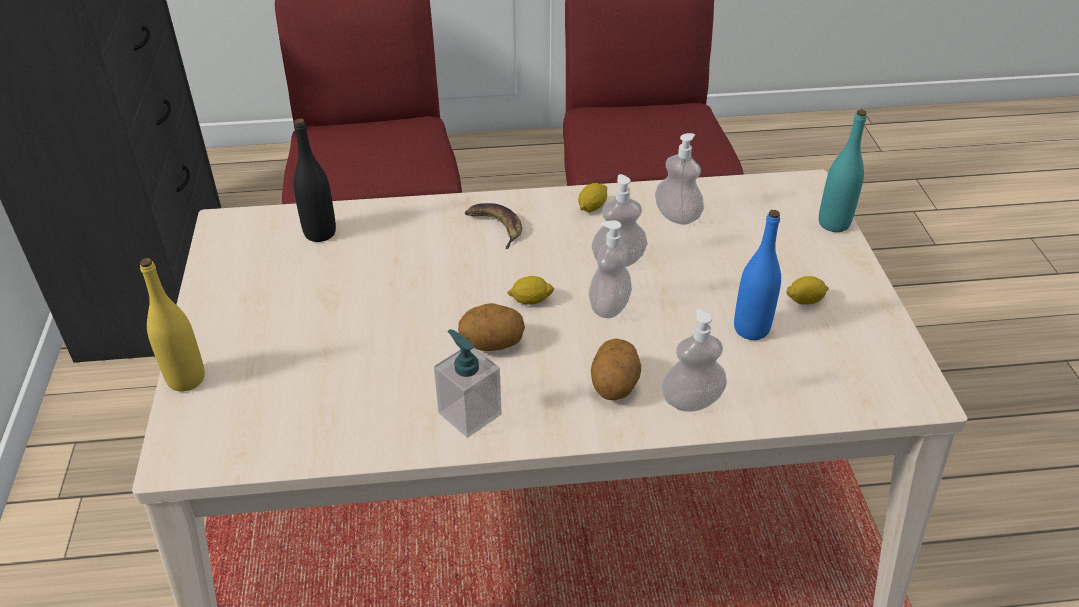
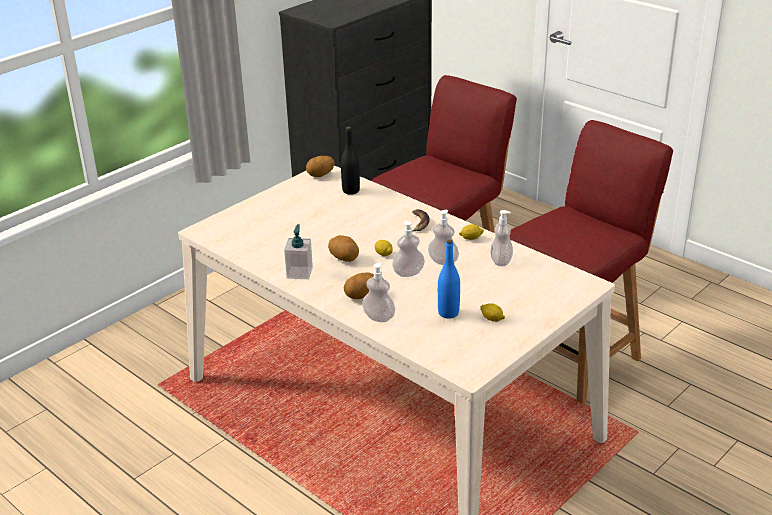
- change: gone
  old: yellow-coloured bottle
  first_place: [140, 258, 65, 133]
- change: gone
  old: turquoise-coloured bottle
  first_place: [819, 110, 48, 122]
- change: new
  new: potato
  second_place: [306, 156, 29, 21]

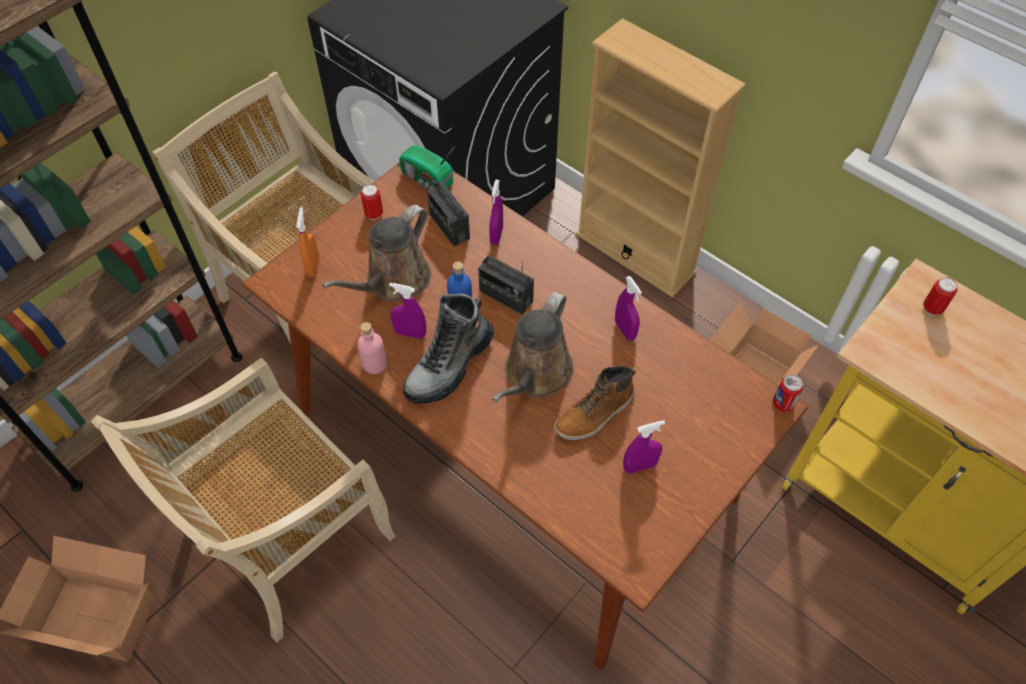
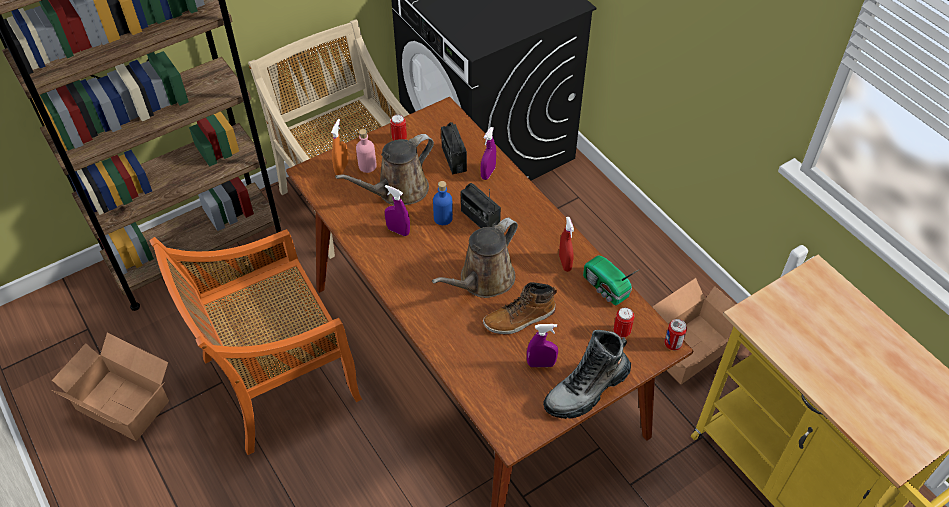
- change: repainted
  old: beige upright chair
  new: orange upright chair
  first_place: [91, 358, 305, 284]
  second_place: [150, 229, 212, 226]
- change: shifted
  old: pink-coloured bottle
  first_place: [357, 322, 30, 52]
  second_place: [356, 129, 21, 44]
- change: shifted
  old: radio set
  first_place: [399, 145, 56, 44]
  second_place: [583, 256, 55, 50]
- change: shifted
  old: high-top boot
  first_place: [403, 293, 90, 110]
  second_place: [543, 330, 88, 89]
- change: gone
  old: beige bookshelf
  first_place: [575, 18, 171, 279]
- change: repainted
  old: purplish spray bottle
  new: red spray bottle
  first_place: [615, 276, 27, 65]
  second_place: [559, 217, 15, 55]
- change: shifted
  old: can
  first_place: [923, 277, 34, 38]
  second_place: [613, 307, 22, 31]

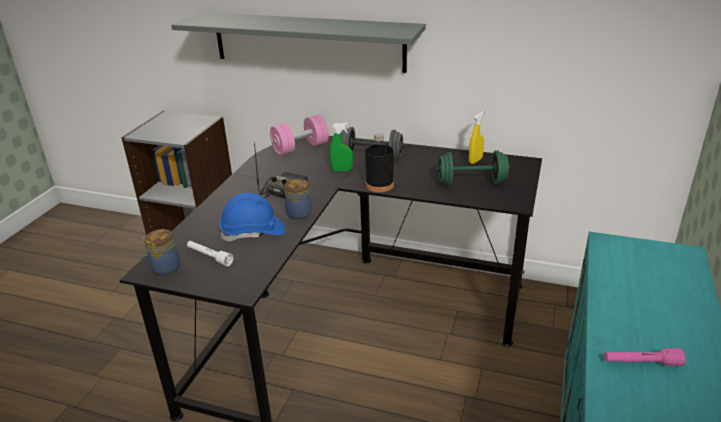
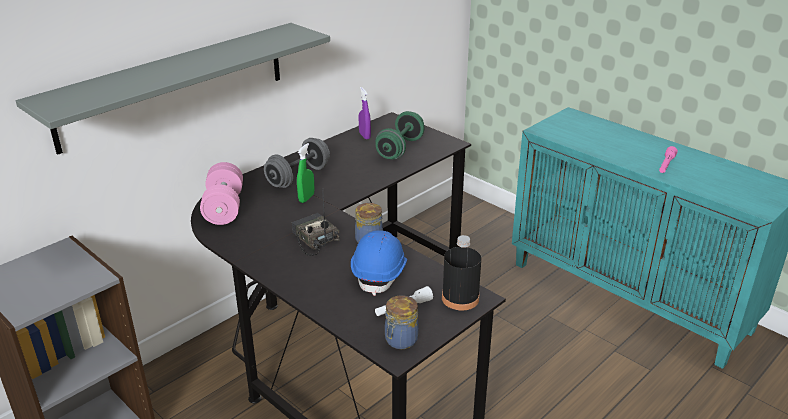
- change: shifted
  old: black bottle
  first_place: [365, 133, 29, 59]
  second_place: [442, 235, 39, 76]
- change: repainted
  old: yellow-coloured spray bottle
  new: purplish spray bottle
  first_place: [469, 111, 15, 53]
  second_place: [358, 87, 13, 52]

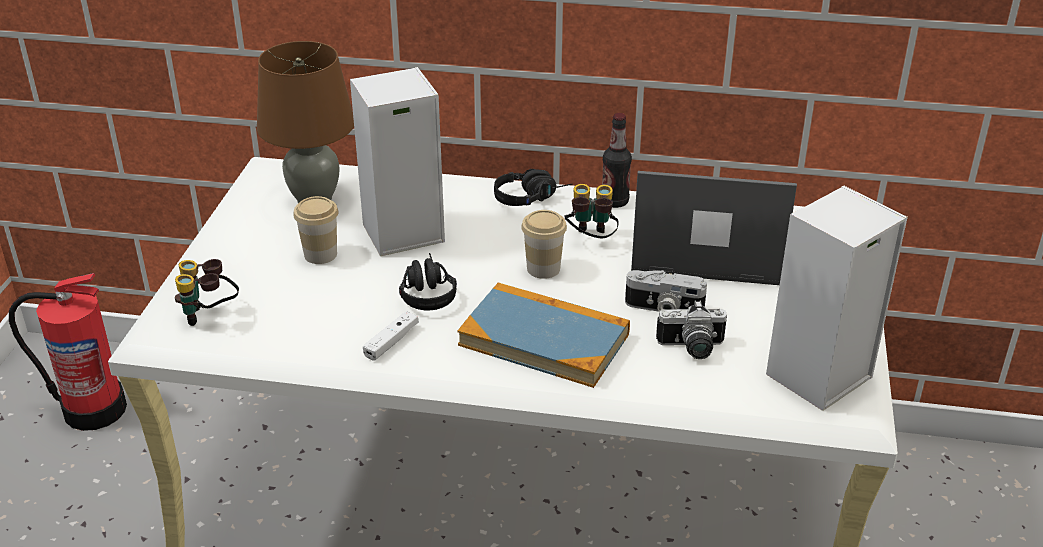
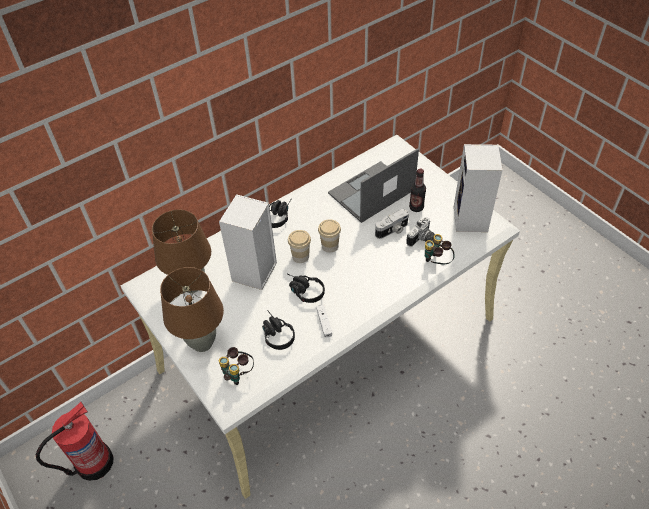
- change: shifted
  old: cup
  first_place: [293, 196, 45, 68]
  second_place: [288, 230, 23, 33]
- change: gone
  old: volume
  first_place: [457, 283, 173, 105]
- change: shifted
  old: binoculars
  first_place: [564, 184, 55, 54]
  second_place: [425, 234, 29, 31]
- change: shifted
  old: bottle
  first_place: [602, 113, 30, 95]
  second_place: [409, 169, 17, 43]
- change: new
  new: brown-coloured lamp for a table
  second_place: [160, 267, 64, 85]
- change: new
  new: black headset
  second_place: [262, 310, 33, 40]

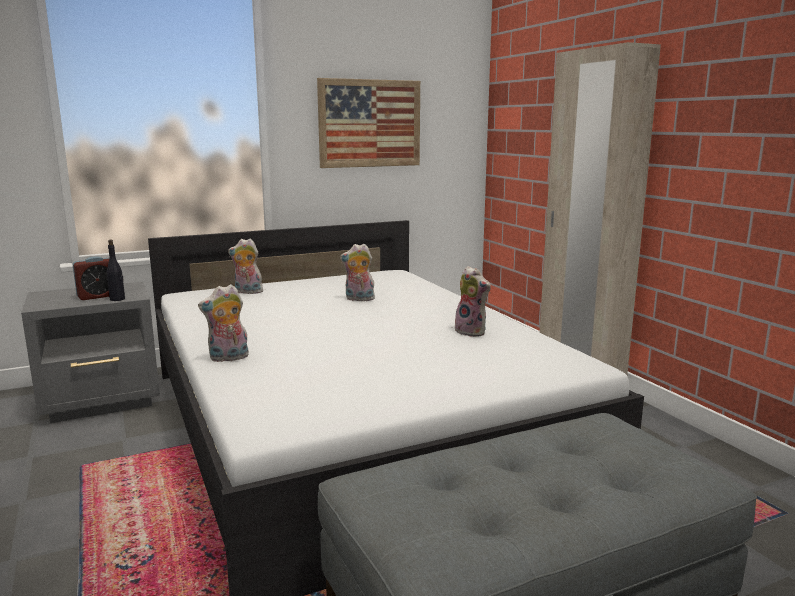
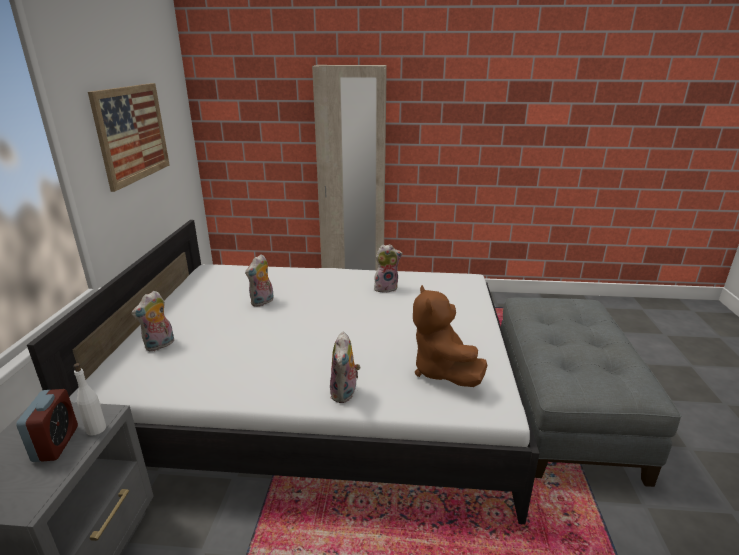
- change: repainted
  old: black bottle
  new: whitish bottle
  first_place: [107, 240, 18, 61]
  second_place: [73, 363, 33, 73]
- change: new
  new: brown-coloured soft toy
  second_place: [413, 285, 74, 102]

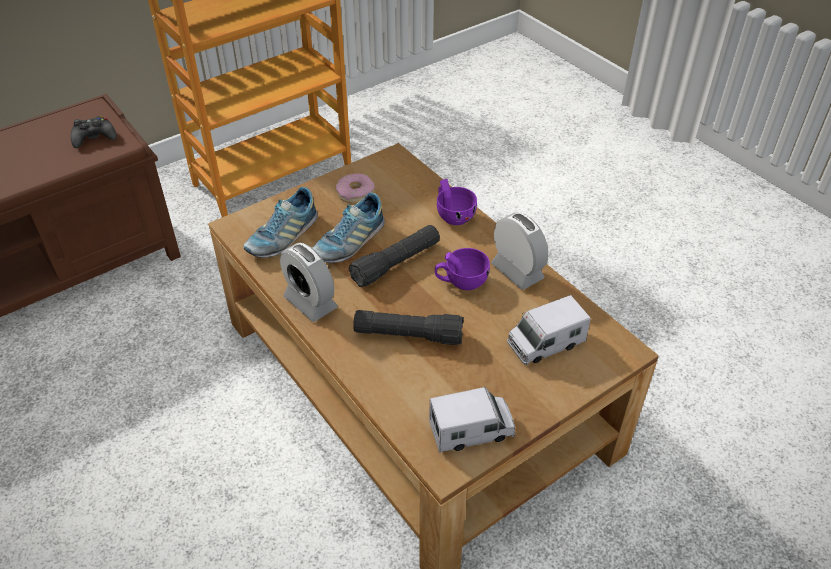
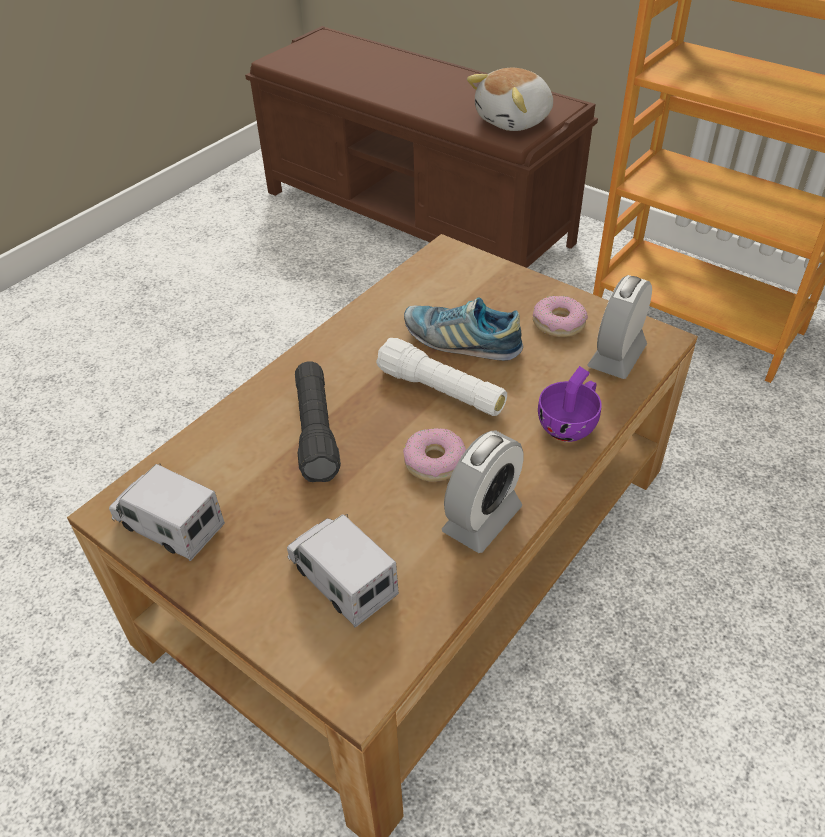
- change: swapped
  old: black gamepad
  new: soft toy
  first_place: [71, 116, 46, 32]
  second_place: [467, 68, 86, 63]
- change: gone
  old: item of footwear
  first_place: [243, 187, 75, 71]
- change: shifted
  old: bedside clock
  first_place: [280, 243, 58, 79]
  second_place: [588, 275, 64, 104]
- change: repainted
  old: black hand torch
  new: whitish hand torch
  first_place: [349, 225, 91, 62]
  second_place: [376, 338, 131, 78]
- change: rotated
  old: toy truck
  first_place: [429, 387, 87, 66]
  second_place: [109, 464, 116, 97]
  degrees: 150
- change: swapped
  old: purplish cup
  new: doughnut
  first_place: [435, 248, 55, 42]
  second_place: [403, 428, 63, 54]

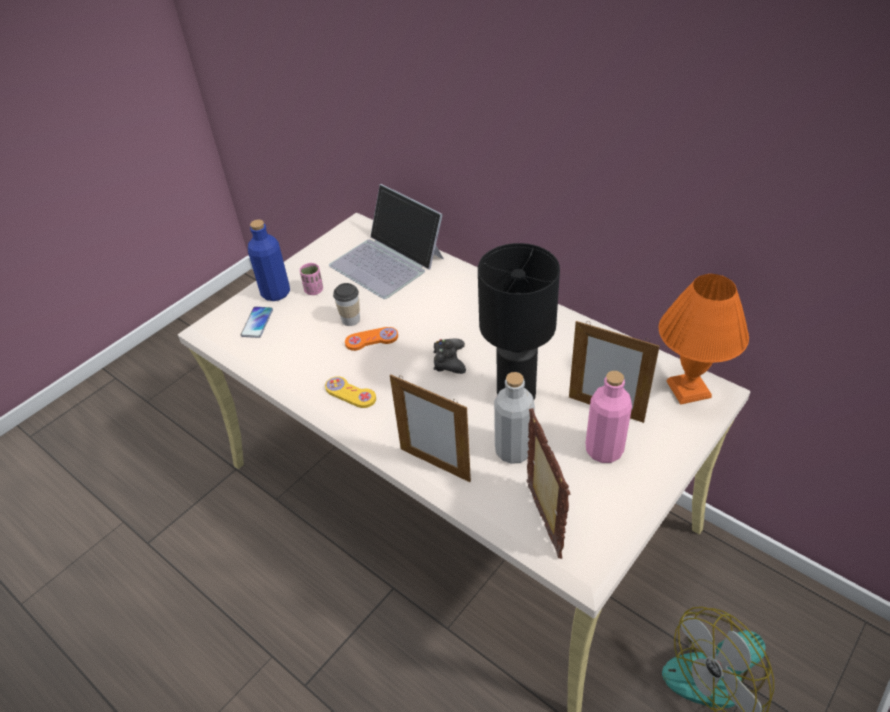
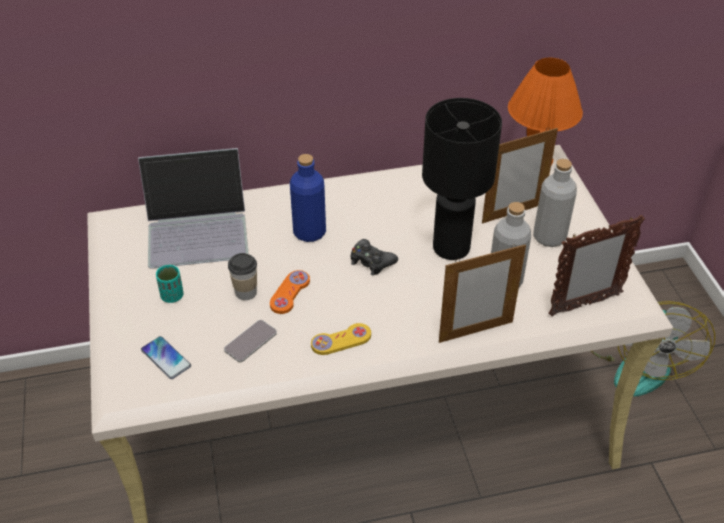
- change: shifted
  old: blue bottle
  first_place: [248, 220, 42, 81]
  second_place: [290, 154, 36, 88]
- change: repainted
  old: pink-coloured cup
  new: turquoise-coloured cup
  first_place: [300, 263, 23, 32]
  second_place: [156, 265, 27, 38]
- change: rotated
  old: picture frame
  first_place: [527, 408, 43, 151]
  second_place: [549, 215, 96, 101]
  degrees: 135
- change: repainted
  old: pink-coloured bottle
  new: grey bottle
  first_place: [585, 371, 47, 92]
  second_place: [533, 159, 44, 88]
- change: new
  new: telephone
  second_place: [224, 320, 53, 42]

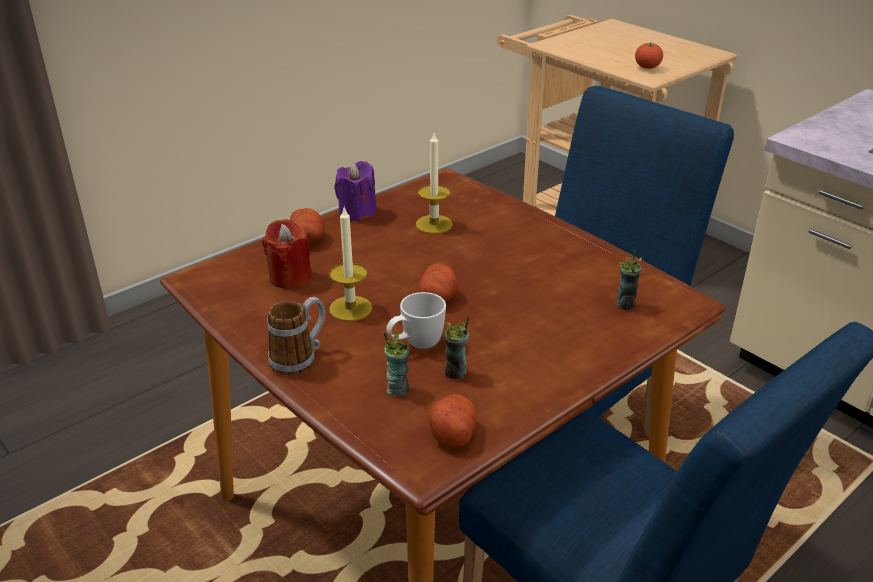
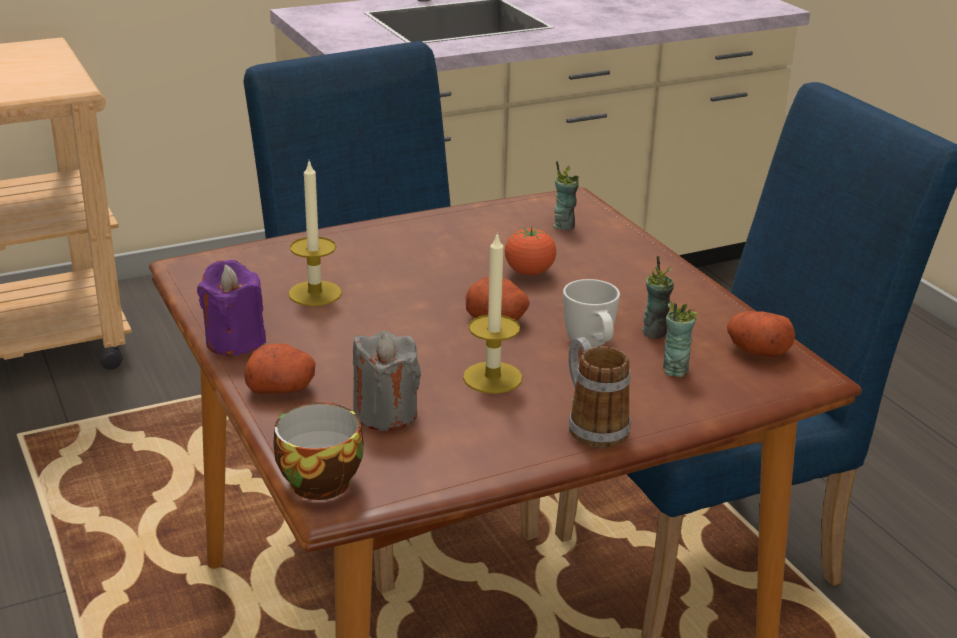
- change: repainted
  old: red candle
  new: grey candle
  first_place: [262, 219, 50, 70]
  second_place: [353, 331, 68, 100]
- change: shifted
  old: fresh tomato
  first_place: [635, 42, 28, 27]
  second_place: [505, 227, 51, 48]
- change: new
  new: cup
  second_place: [273, 402, 90, 98]

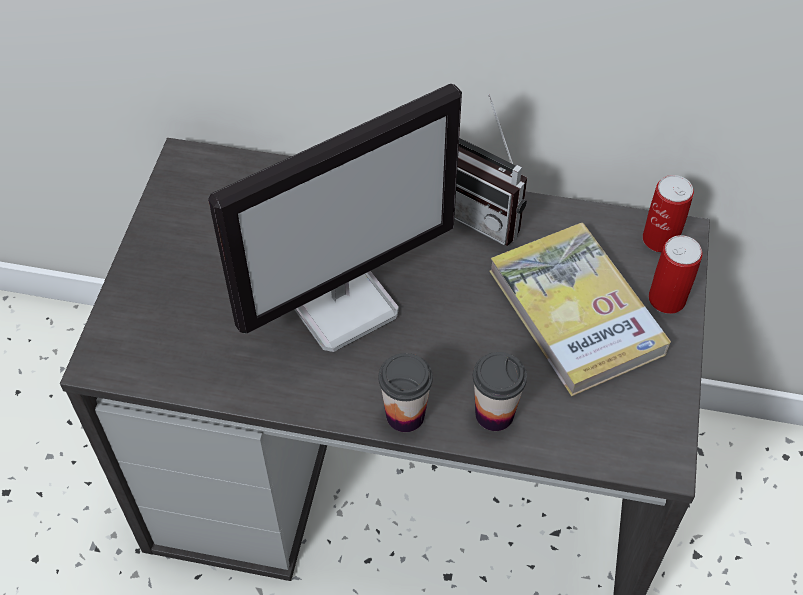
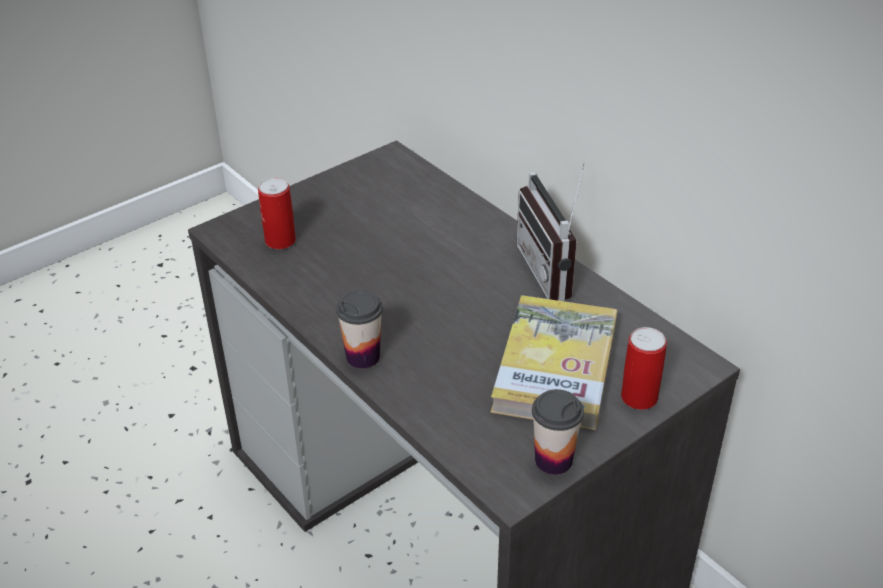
- change: gone
  old: computer screen
  first_place: [208, 84, 254, 268]
- change: shifted
  old: cup
  first_place: [473, 352, 54, 79]
  second_place: [532, 389, 52, 86]
- change: shifted
  old: can
  first_place: [642, 175, 52, 78]
  second_place: [258, 178, 38, 71]

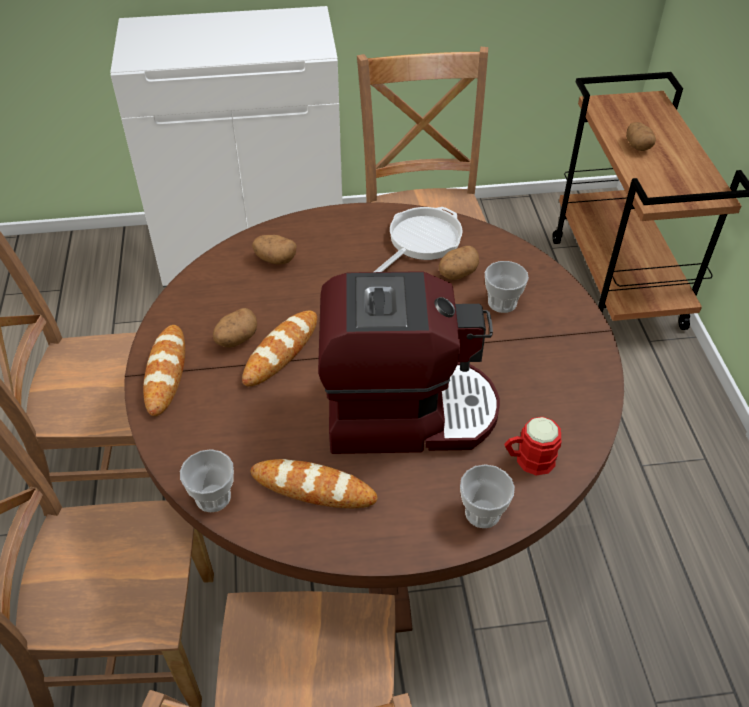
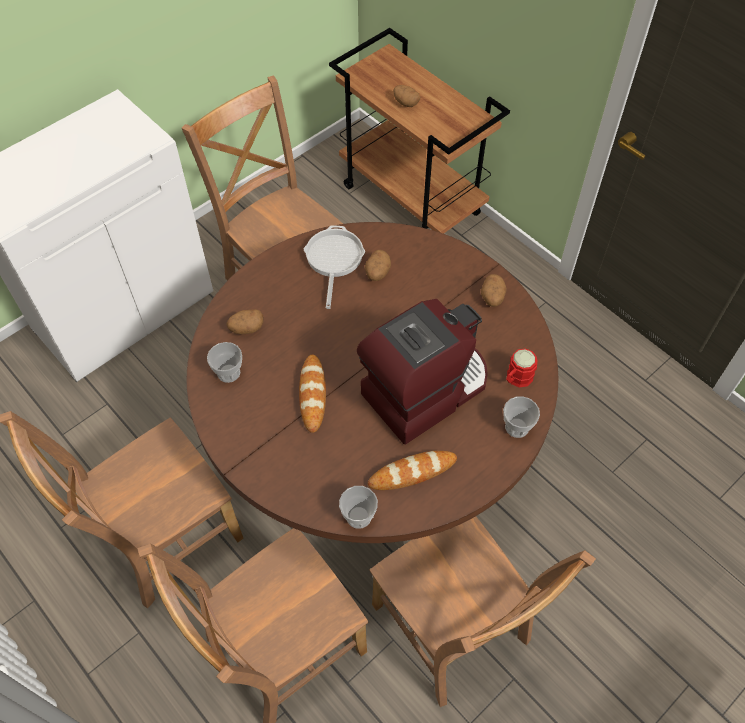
- change: gone
  old: baked bread
  first_place: [143, 325, 42, 91]
- change: shifted
  old: potato
  first_place: [213, 308, 44, 40]
  second_place: [481, 274, 26, 33]
- change: shifted
  old: cup
  first_place: [485, 261, 44, 52]
  second_place: [207, 342, 35, 41]

